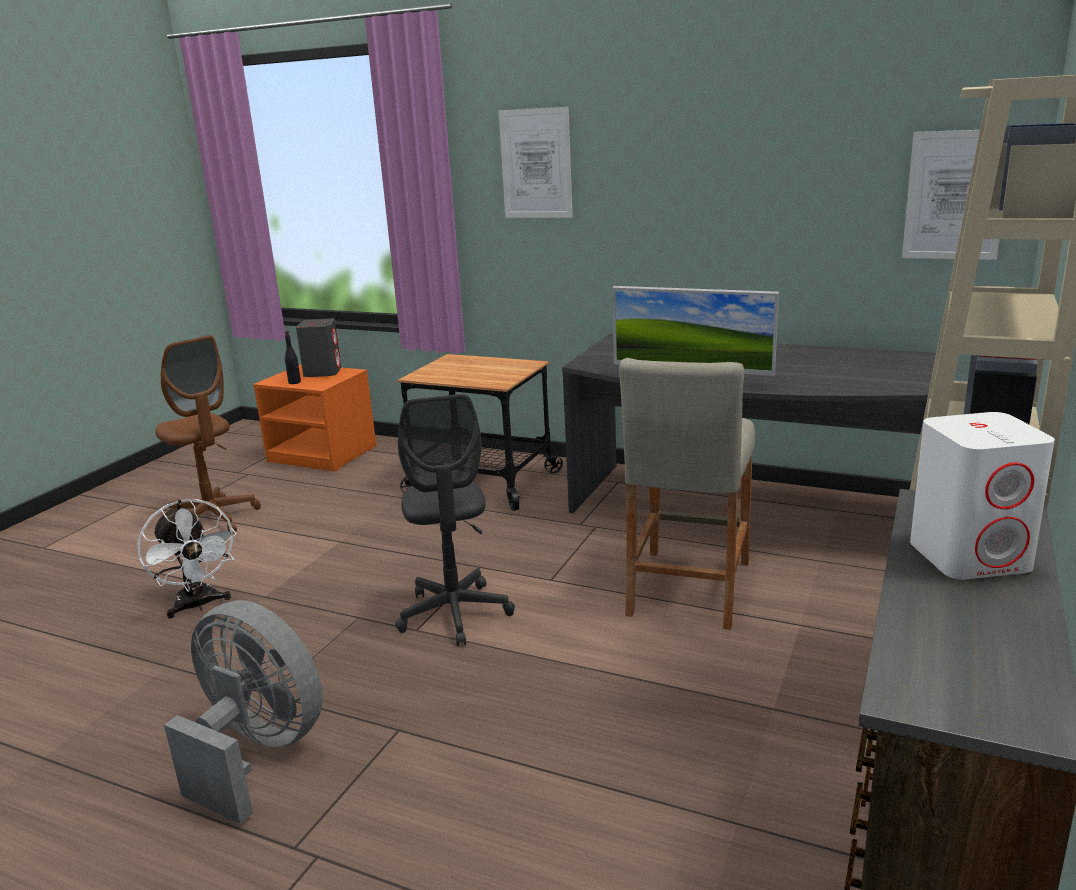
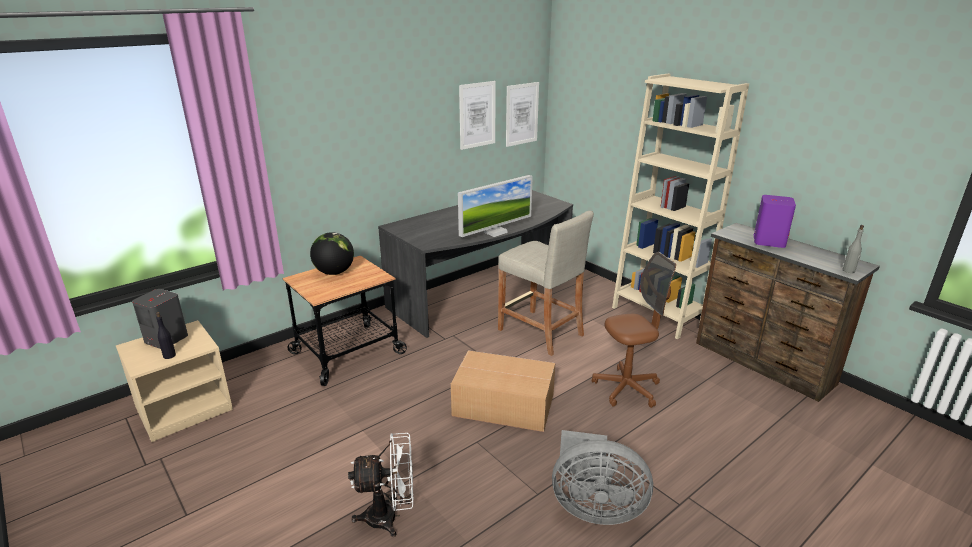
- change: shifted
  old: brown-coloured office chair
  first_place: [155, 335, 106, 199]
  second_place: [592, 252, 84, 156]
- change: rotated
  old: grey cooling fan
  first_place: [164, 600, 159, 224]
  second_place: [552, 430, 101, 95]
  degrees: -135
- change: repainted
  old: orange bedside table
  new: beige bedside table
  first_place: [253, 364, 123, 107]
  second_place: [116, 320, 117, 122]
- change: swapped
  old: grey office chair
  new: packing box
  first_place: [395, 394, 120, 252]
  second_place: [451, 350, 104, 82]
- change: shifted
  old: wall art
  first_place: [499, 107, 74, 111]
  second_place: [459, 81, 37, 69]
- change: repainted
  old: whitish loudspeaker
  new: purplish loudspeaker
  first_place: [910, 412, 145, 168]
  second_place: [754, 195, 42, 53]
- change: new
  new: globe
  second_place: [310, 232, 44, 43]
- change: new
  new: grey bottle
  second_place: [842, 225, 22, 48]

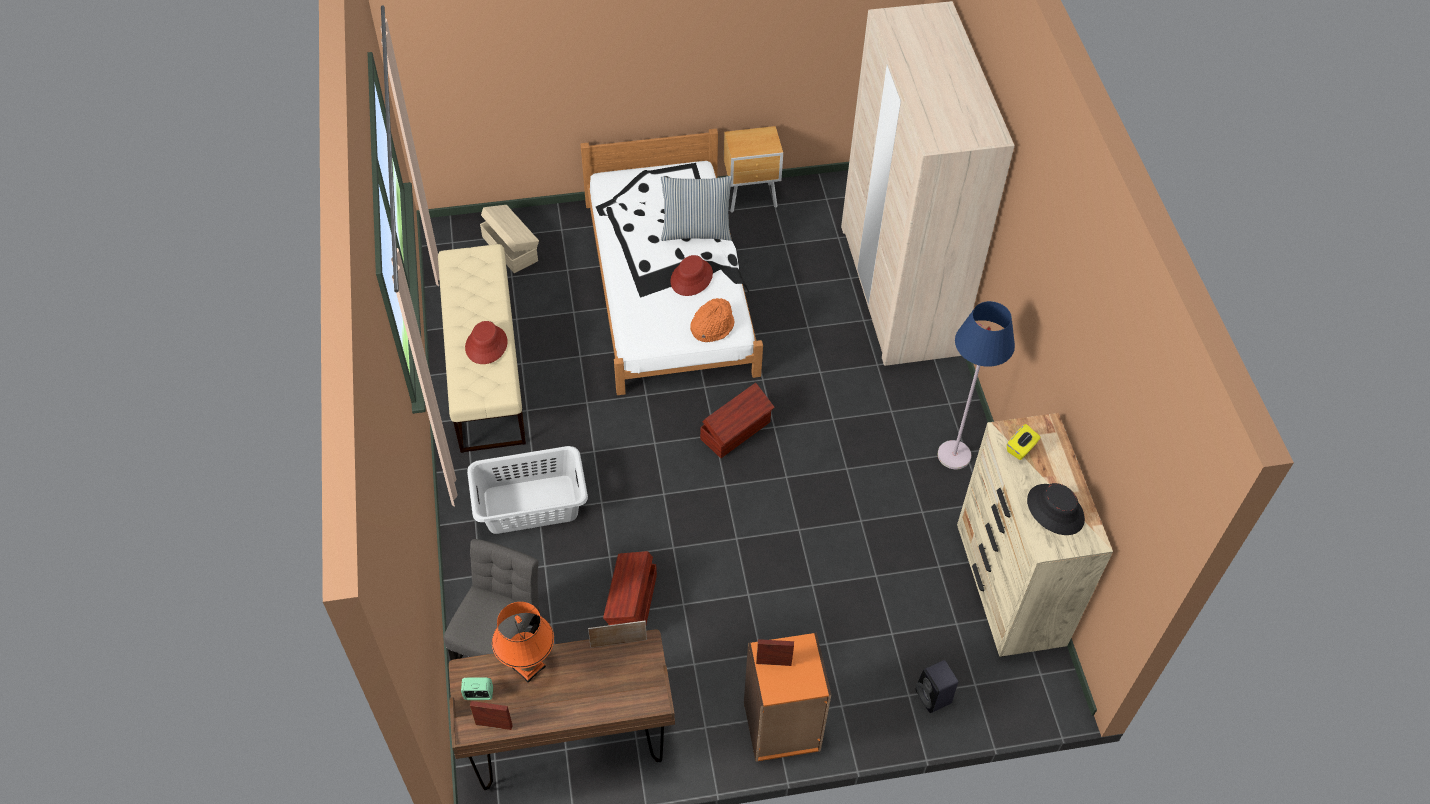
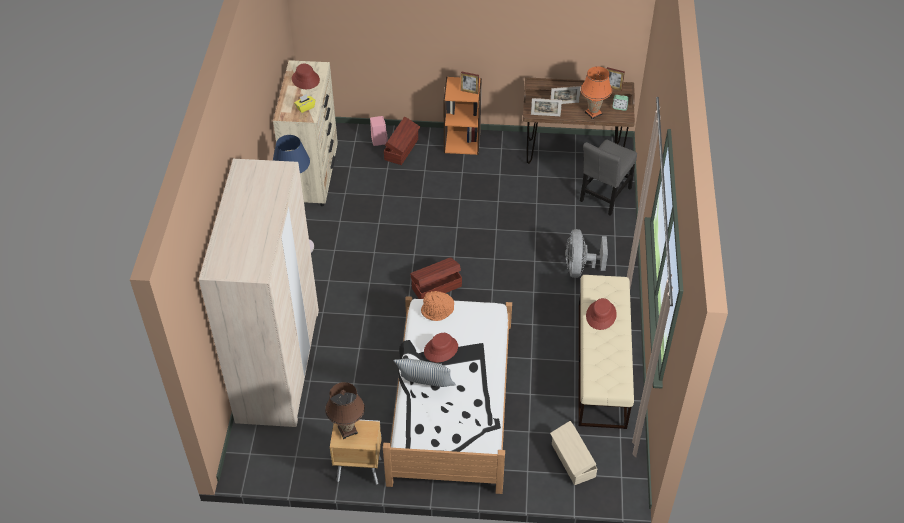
- change: swapped
  old: grey hamper
  new: grey cooling fan
  first_place: [467, 446, 121, 88]
  second_place: [565, 229, 43, 49]
- change: shifted
  old: brown-coloured storage box
  first_place: [603, 551, 54, 74]
  second_place: [384, 116, 36, 49]
- change: repainted
  old: black loudspeaker
  new: pink-coloured loudspeaker
  first_place: [916, 660, 42, 53]
  second_place: [370, 116, 18, 30]
- change: repainted
  old: black clothing hat
  new: red clothing hat
  first_place: [1027, 483, 58, 52]
  second_place: [292, 64, 28, 25]
- change: new
  new: brown-coloured lamp for a table
  second_place: [325, 382, 40, 57]
- change: new
  new: picture frame
  second_place: [551, 86, 30, 18]

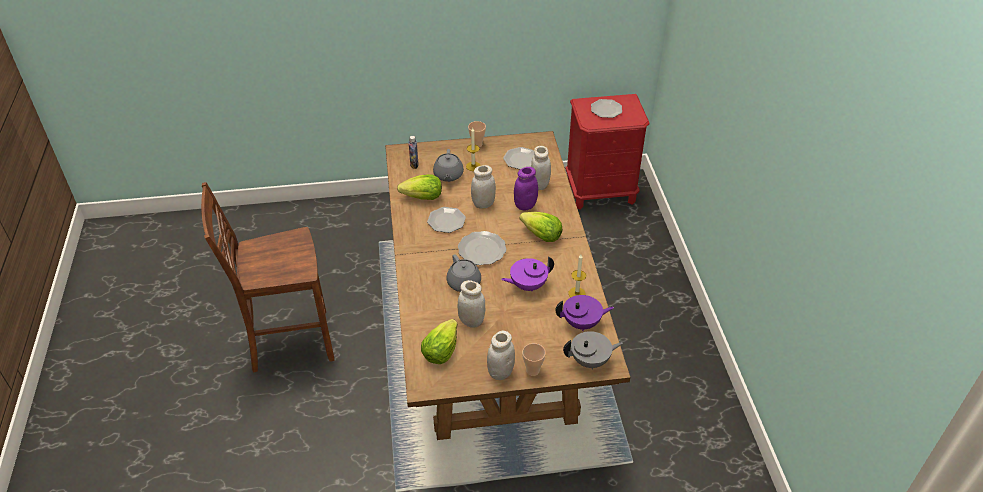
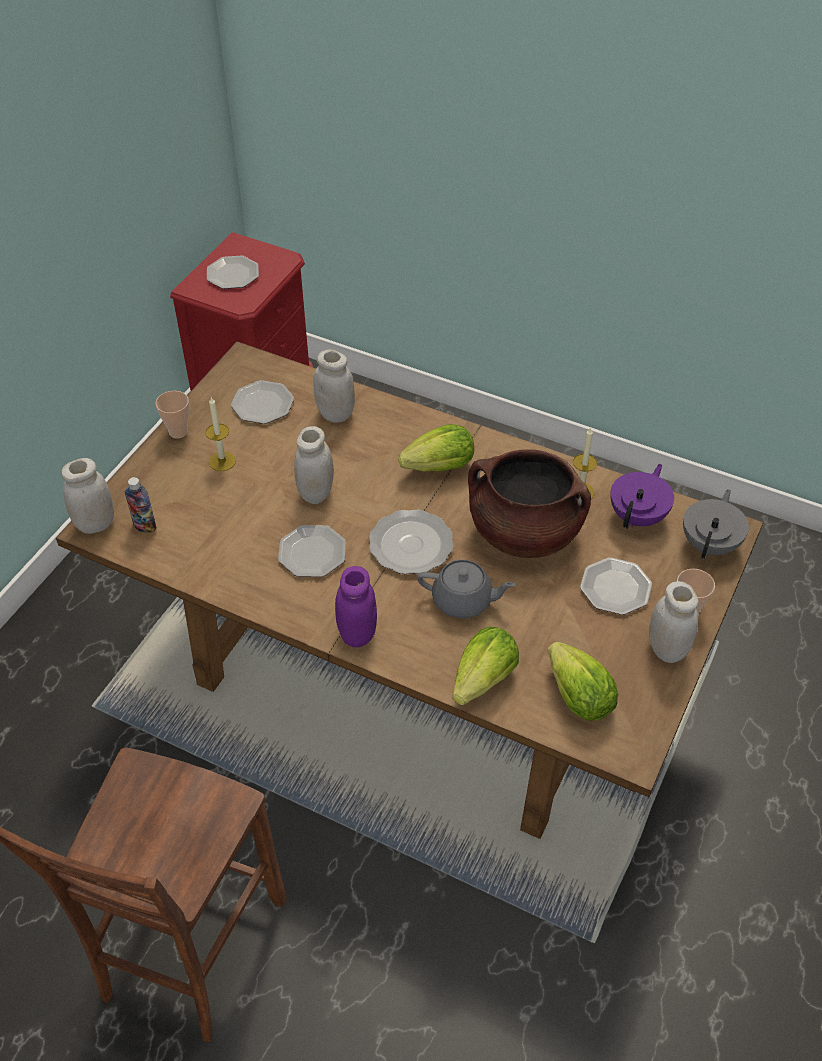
- change: shifted
  old: head of lettuce
  first_place: [397, 174, 45, 26]
  second_place: [453, 627, 66, 78]
- change: gone
  old: grey pot for tea
  first_place: [433, 149, 31, 33]
- change: shifted
  old: whitish preserve jar
  first_place: [458, 280, 27, 48]
  second_place: [61, 458, 53, 76]
- change: swapped
  old: purplish pot for tea
  new: brown-coloured cooking pot
  first_place: [501, 256, 53, 36]
  second_place: [468, 449, 123, 109]
- change: shifted
  old: purplish preserve jar
  first_place: [514, 167, 24, 44]
  second_place: [335, 566, 42, 81]
- change: new
  new: flat dish
  second_place: [580, 557, 72, 58]

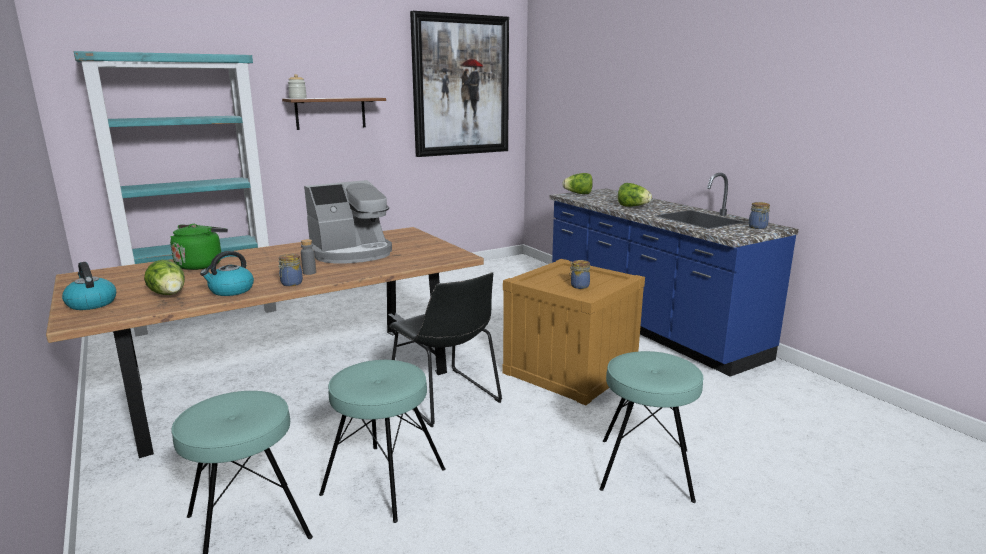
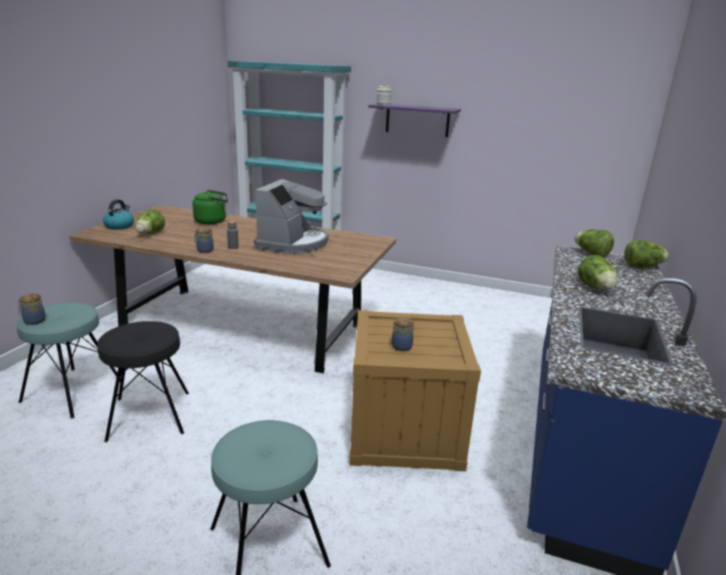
- change: gone
  old: water kettle
  first_place: [200, 251, 54, 45]
- change: repainted
  old: brown-coloured bracket shelf
  new: purplish bracket shelf
  first_place: [282, 97, 104, 33]
  second_place: [368, 104, 93, 33]
- change: rotated
  old: coffee machine
  first_place: [304, 180, 88, 84]
  second_place: [254, 179, 75, 75]
  degrees: -90
- change: repainted
  old: turquoise-coloured stool
  new: black stool
  first_place: [319, 360, 127, 163]
  second_place: [97, 321, 92, 121]
- change: gone
  old: black upright chair
  first_place: [389, 272, 113, 155]
- change: gone
  old: wall art
  first_place: [410, 11, 99, 146]
- change: shifted
  old: preserve jar
  first_place: [749, 202, 21, 27]
  second_place: [17, 294, 29, 31]
- change: new
  new: head of lettuce
  second_place: [624, 240, 45, 28]

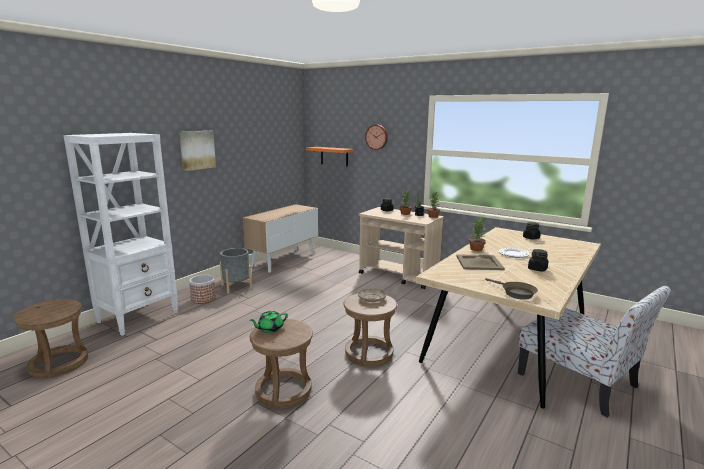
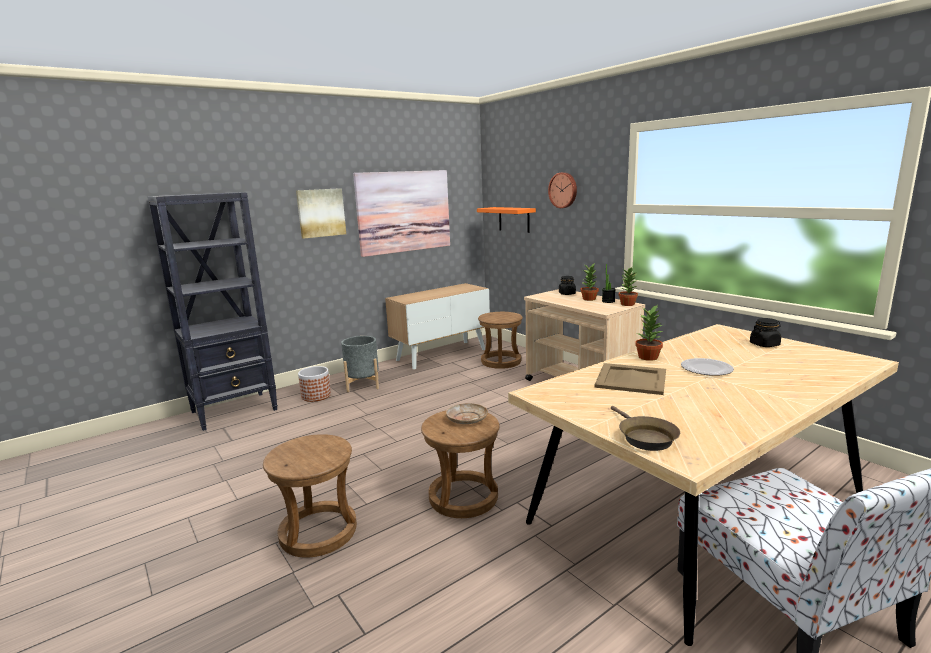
- change: shifted
  old: brown-coloured stool
  first_place: [13, 299, 75, 79]
  second_place: [478, 312, 45, 57]
- change: repainted
  old: whitish bookshelf
  new: black bookshelf
  first_place: [63, 133, 115, 203]
  second_place: [147, 192, 131, 239]
- change: gone
  old: green-coloured pot for tea
  first_place: [250, 311, 38, 22]
- change: gone
  old: black preserve jar
  first_place: [528, 249, 20, 23]
- change: new
  new: wall art
  second_place: [353, 170, 97, 87]

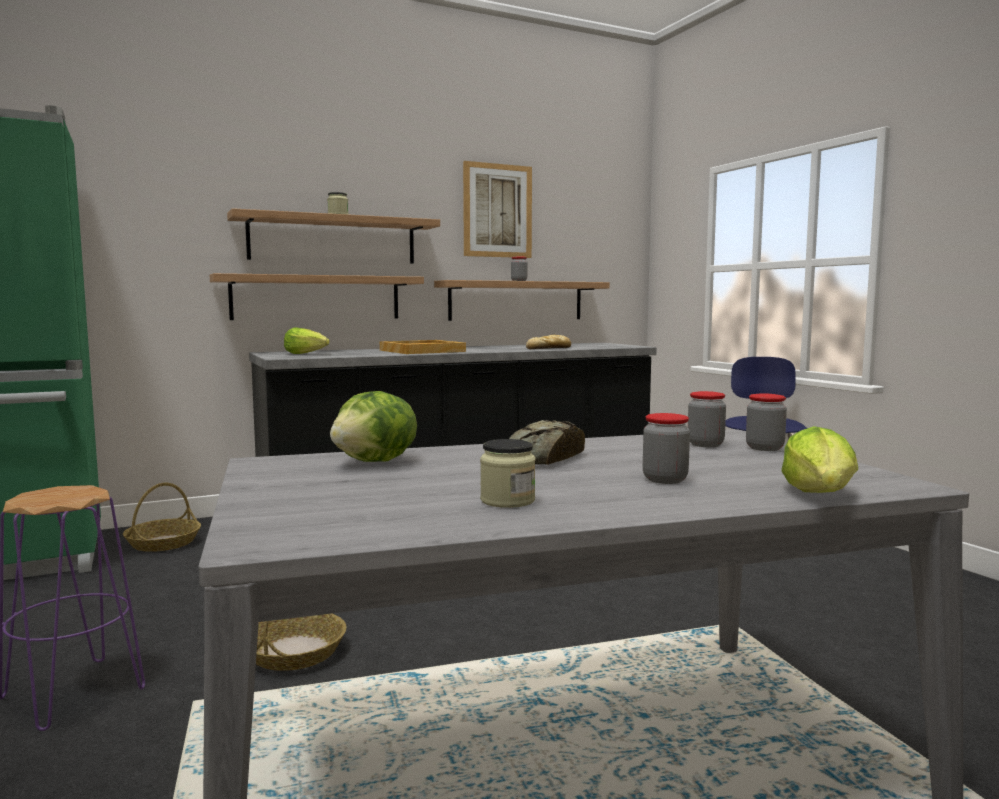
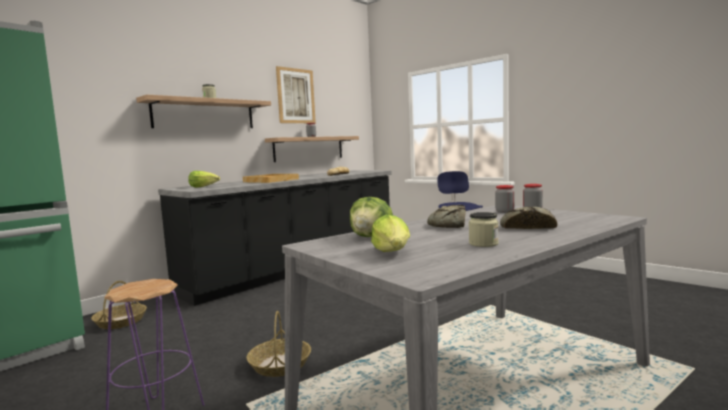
- change: gone
  old: bracket shelf
  first_place: [210, 273, 214, 47]
- change: swapped
  old: preserve jar
  new: baked bread
  first_place: [643, 413, 47, 71]
  second_place: [500, 207, 57, 22]
- change: shifted
  old: head of lettuce
  first_place: [781, 426, 77, 67]
  second_place: [371, 215, 39, 37]

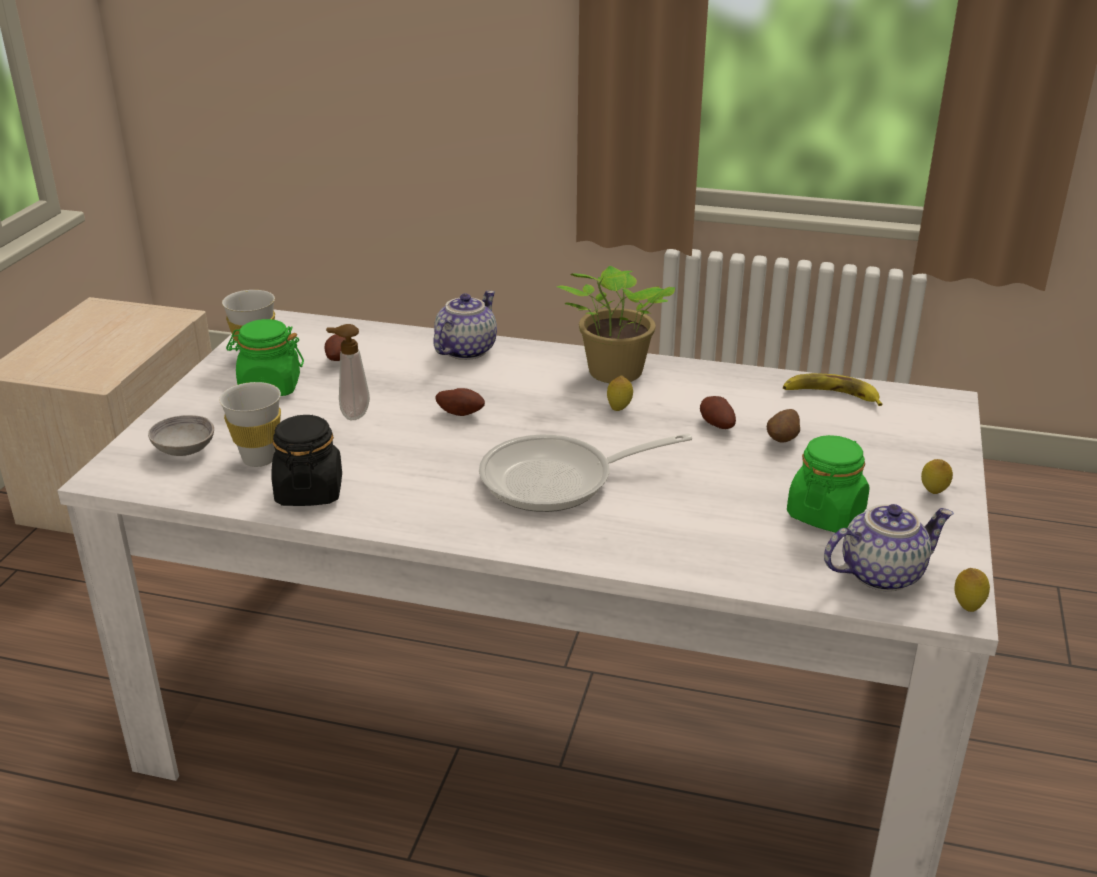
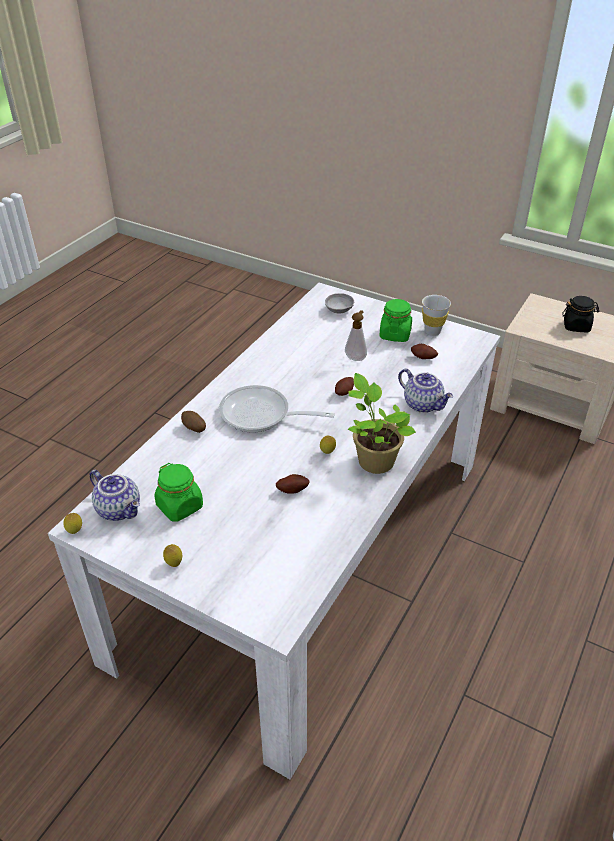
- change: gone
  old: whitish cup
  first_place: [219, 382, 62, 85]
- change: shifted
  old: black preserve jar
  first_place: [271, 415, 71, 91]
  second_place: [562, 296, 38, 36]
- change: rotated
  old: pan
  first_place: [479, 433, 213, 79]
  second_place: [219, 385, 116, 48]
  degrees: -75
- change: shifted
  old: potato
  first_place: [767, 409, 33, 34]
  second_place: [181, 411, 25, 22]
- change: gone
  old: banana
  first_place: [783, 373, 100, 33]
- change: rotated
  old: pot for tea
  first_place: [824, 504, 130, 88]
  second_place: [90, 470, 50, 51]
  degrees: -45

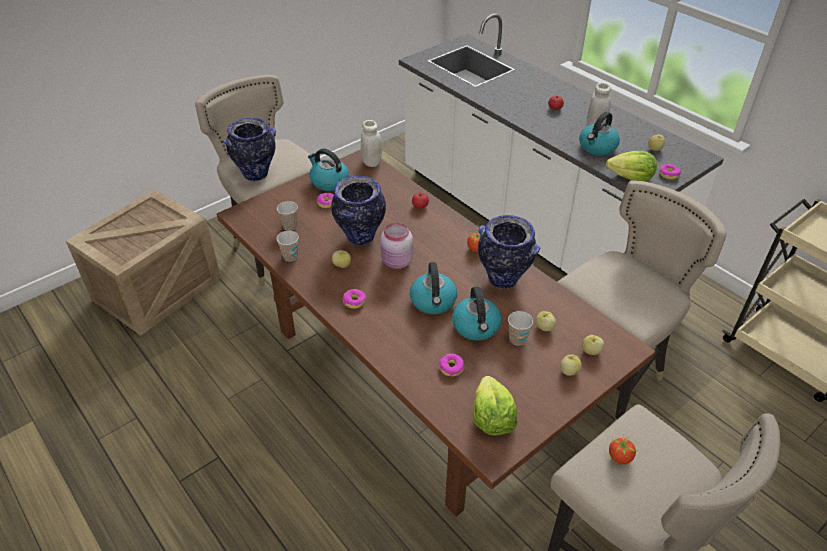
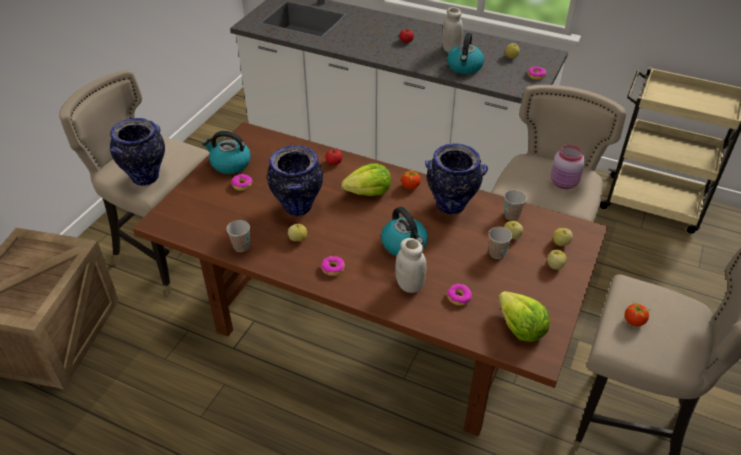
- change: shifted
  old: cup
  first_place: [277, 201, 21, 30]
  second_place: [504, 190, 23, 31]
- change: shifted
  old: whitish preserve jar
  first_place: [361, 120, 21, 47]
  second_place: [395, 238, 31, 55]
- change: shifted
  old: pink-coloured preserve jar
  first_place: [381, 222, 32, 47]
  second_place: [551, 145, 34, 44]
- change: gone
  old: water kettle
  first_place: [452, 287, 50, 53]
- change: shifted
  old: head of lettuce
  first_place: [606, 151, 51, 31]
  second_place: [341, 163, 50, 33]

